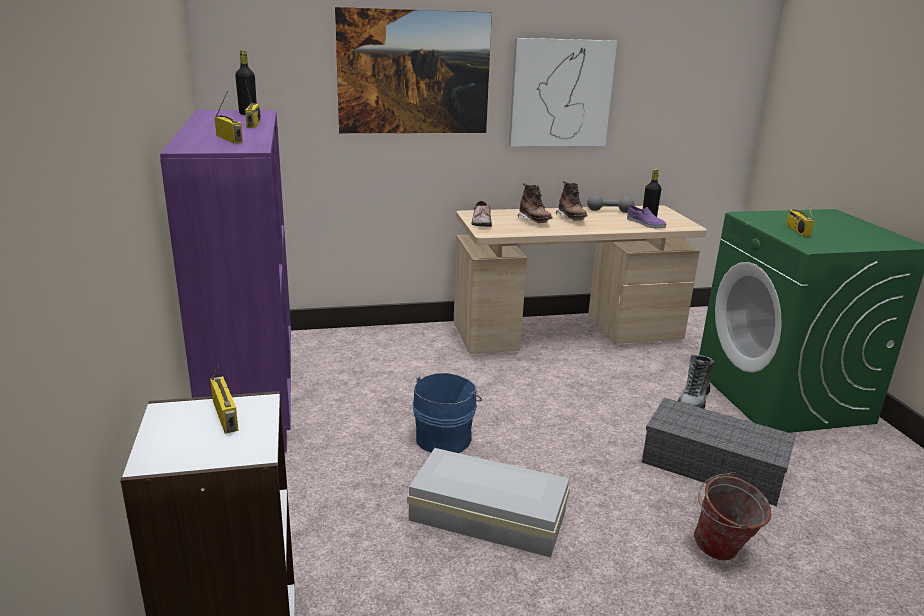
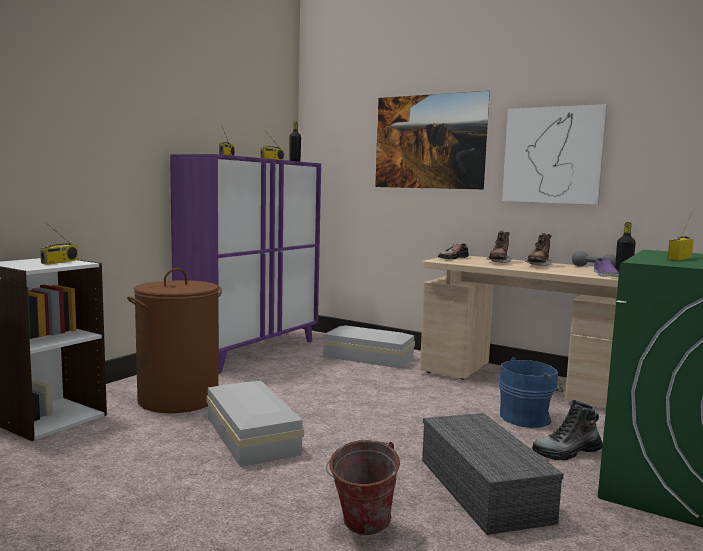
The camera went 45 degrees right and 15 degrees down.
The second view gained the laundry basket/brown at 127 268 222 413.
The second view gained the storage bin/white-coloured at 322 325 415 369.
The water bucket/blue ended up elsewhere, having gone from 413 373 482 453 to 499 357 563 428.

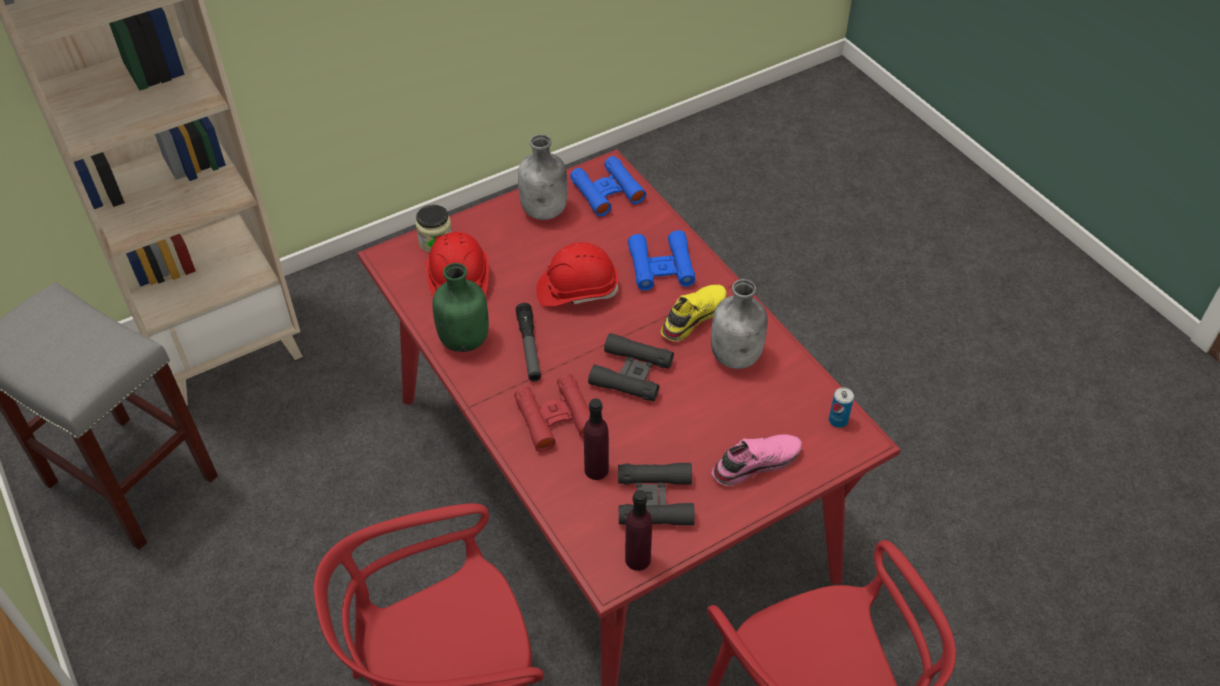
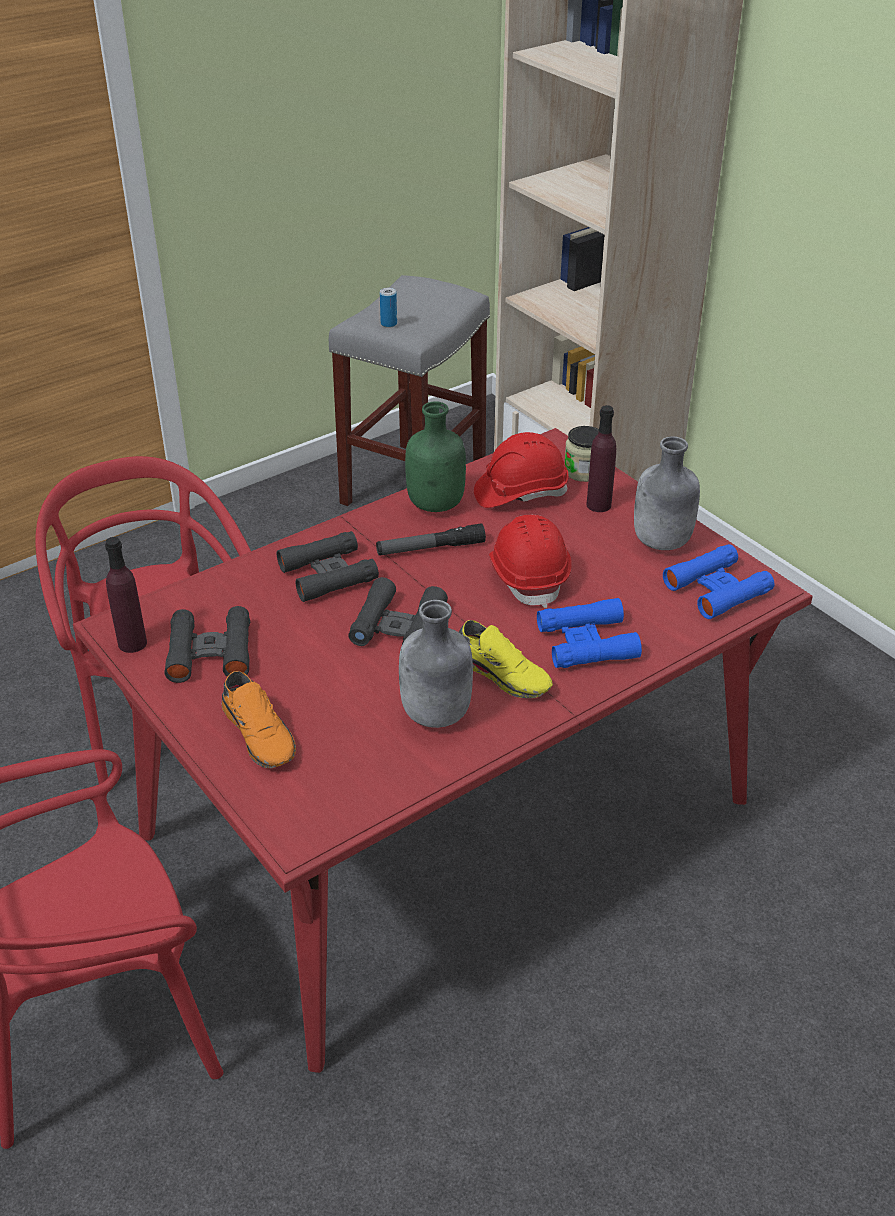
The camera went 85 degrees right and 10 degrees down.
What was the low shoe/pink-coloured at 712 434 802 486 turned into the low shoe/orange at 222 671 296 768.
What was the pair of binoculars/red at 514 374 590 452 turned into the pair of binoculars/blackish at 277 531 379 602.
The sealed can ended up elsewhere, having gone from 829 387 854 428 to 380 288 397 328.
The bottle/purple ended up elsewhere, having gone from 584 398 609 480 to 586 405 616 512.

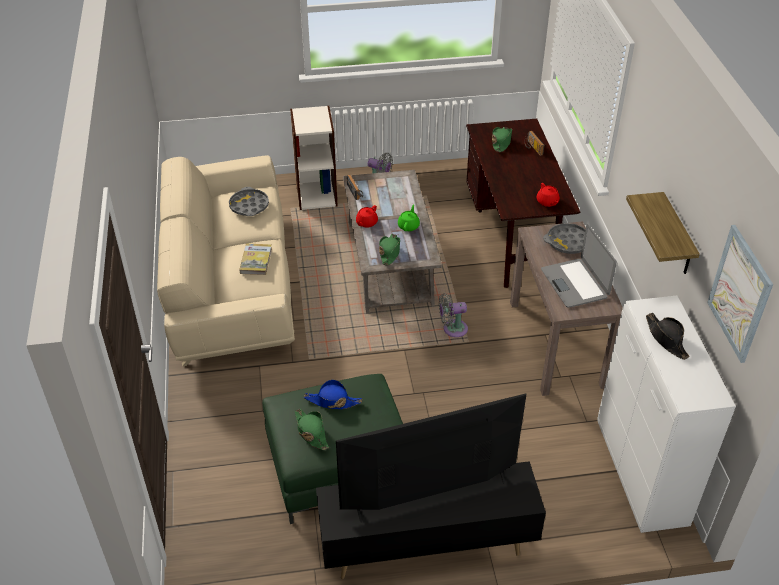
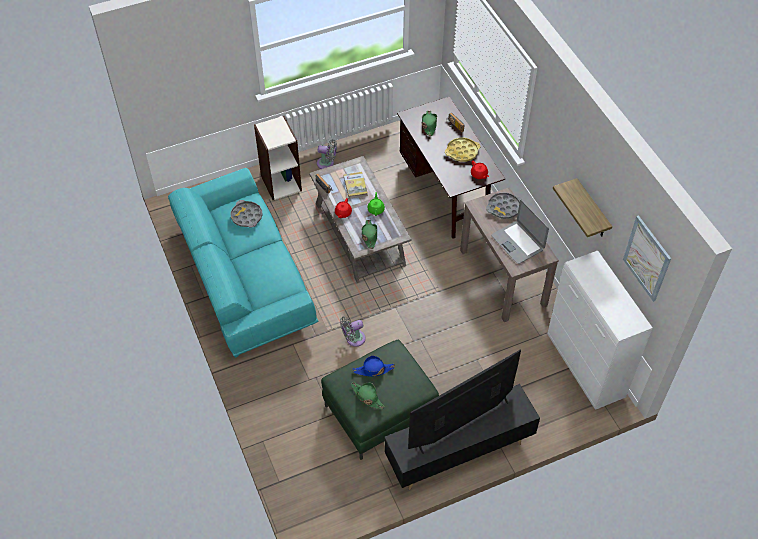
The camera went 15 degrees left and 10 degrees up.
What was the sofa/sand-coloured at 157 155 295 367 turned into the sofa/turquoise-coloured at 168 168 319 358.
The electric fan/gray ended up elsewhere, having gone from 439 293 468 337 to 340 316 366 347.
The bound book ended up elsewhere, having gone from 239 243 272 275 to 344 172 368 199.
The second view gained the carrying tray/yellow-coloured at 445 138 481 162.
The second view lost the hat/blackish at 646 313 689 360.

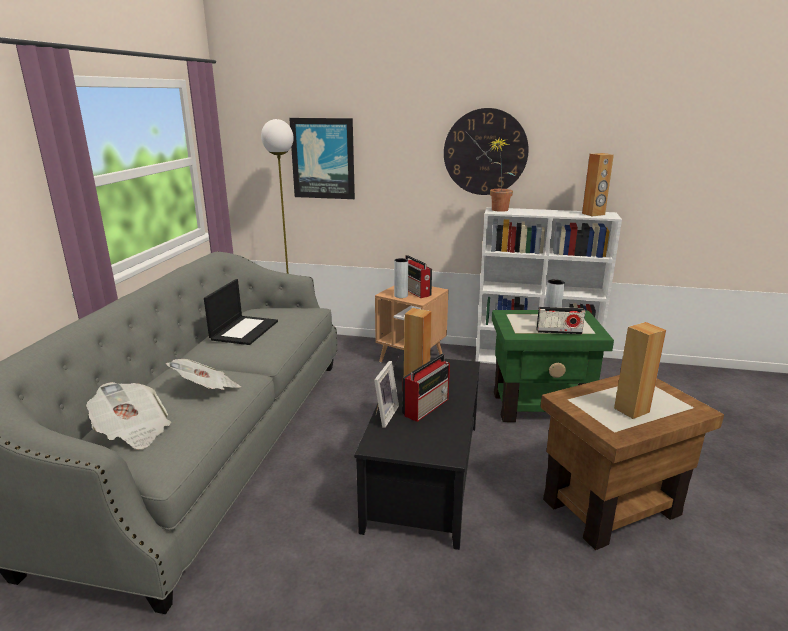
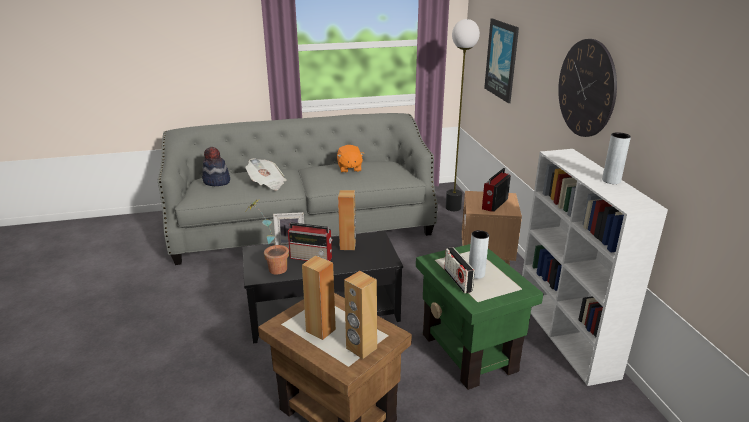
The camera went 65 degrees right and 5 degrees up.
Where the daily paper stood at 86 382 171 449, the hat came to stand at 202 147 230 186.
The potted plant ended up elsewhere, having gone from 490 137 515 212 to 246 200 289 275.
Where the portable computer stood at 204 279 278 345, the plush toy/orange came to stand at 337 145 364 173.
The audio speaker/brown ended up elsewhere, having gone from 582 153 614 216 to 344 271 377 359.
The vase/gray ended up elsewhere, having gone from 394 258 408 298 to 602 132 631 184.

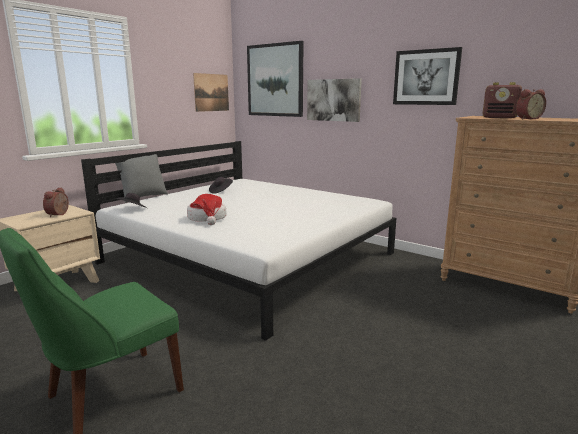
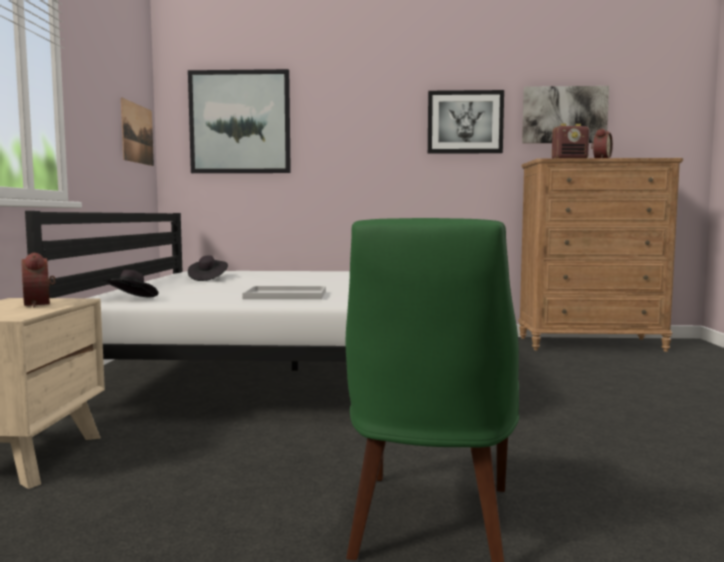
The camera went 35 degrees left and 10 degrees down.
Where the hat stood at 187 194 227 225, the carrying tray/white-coloured came to stand at 242 286 326 299.
The wall art ended up elsewhere, having gone from 307 78 362 122 to 522 86 609 143.
The second view lost the throw pillow/gray at 115 154 168 203.

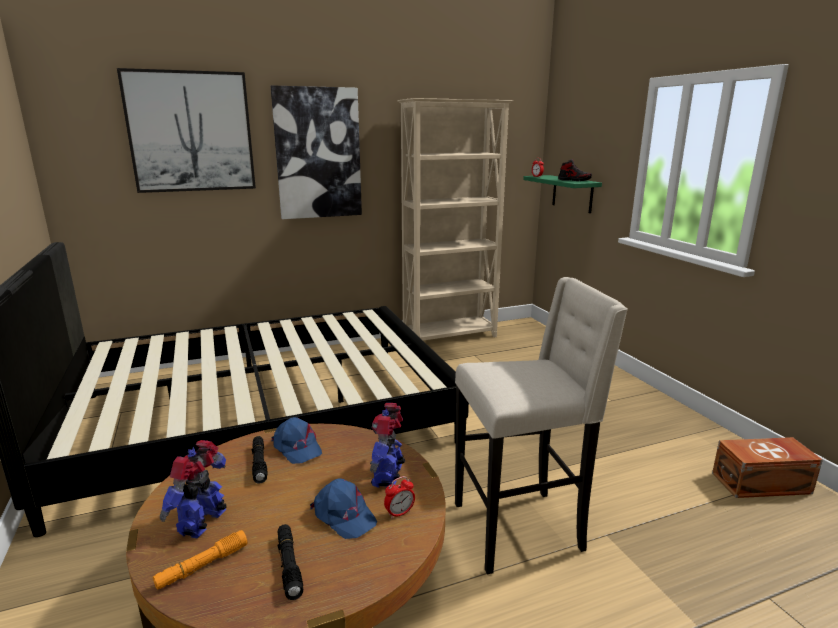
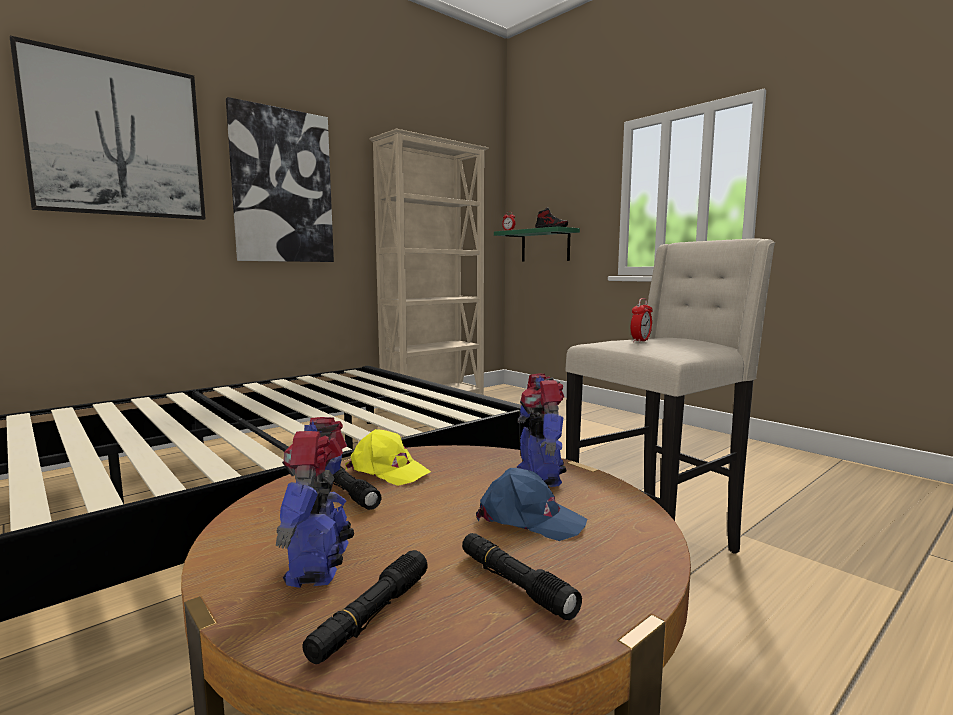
The camera went 20 degrees left and 10 degrees down.
What was the torch/orange at 153 530 248 590 turned into the torch/blackish at 302 550 428 664.
What was the cap/blue at 271 417 322 464 turned into the cap/yellow-coloured at 345 429 431 486.
The table clock ended up elsewhere, having gone from 384 476 415 519 to 631 298 653 343.
The second view lost the storage bin/brown at 712 437 823 498.

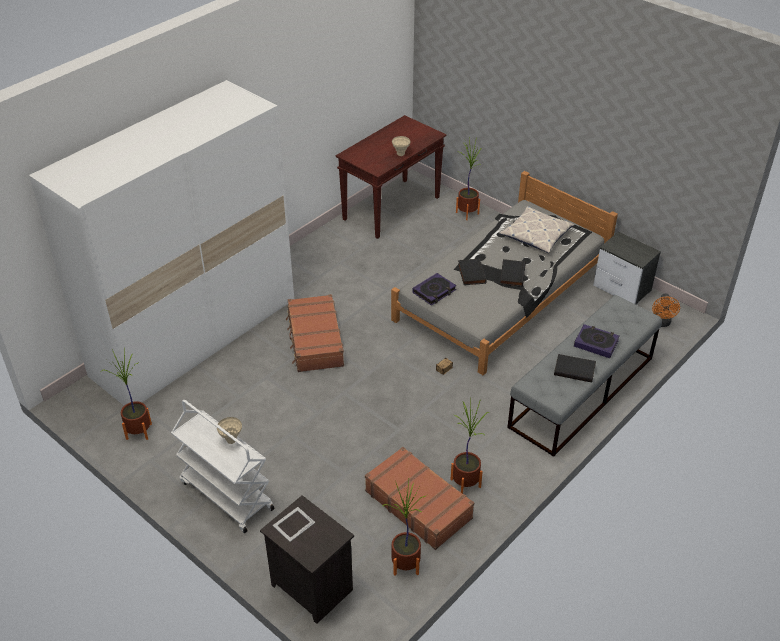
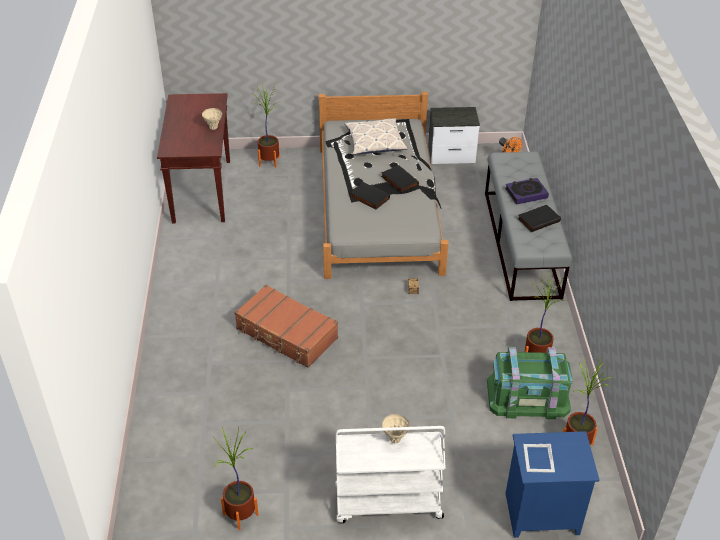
The camera went 45 degrees left and 0 degrees up.
Where the travel case/brown stood at 365 447 474 550, the storage bin/green came to stand at 487 347 573 419.
What was the nightstand/blackish at 260 495 354 624 turned into the nightstand/blue at 506 431 600 538.
The second view lost the clothes cupboard/white-coloured at 29 80 294 406.
The second view lost the bound book at 413 273 456 306.

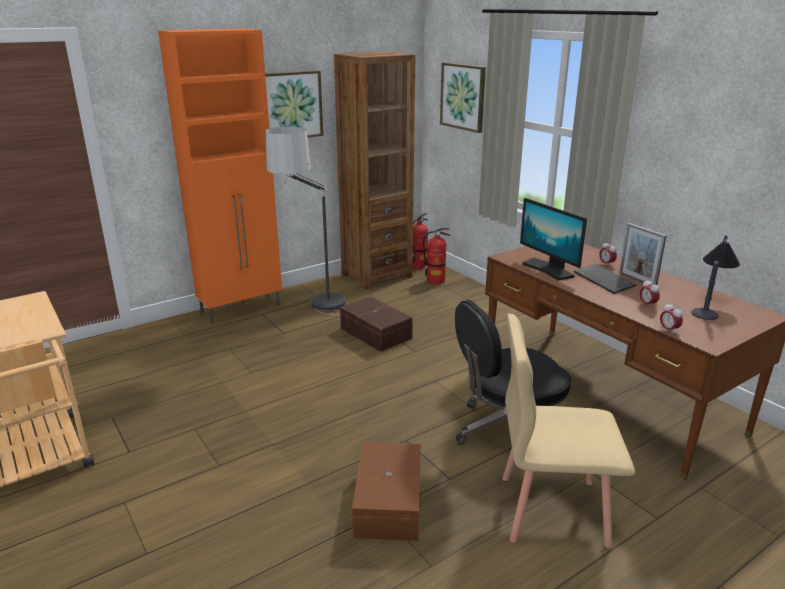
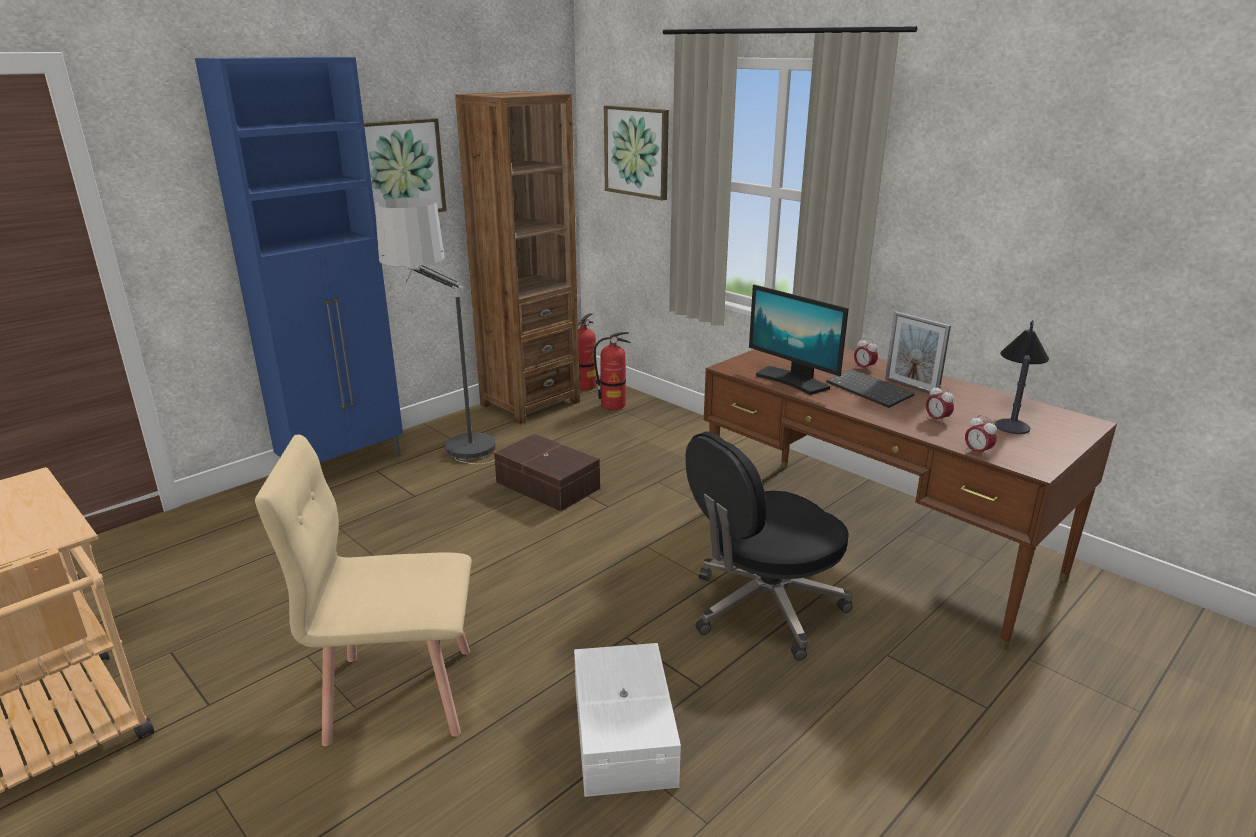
The camera went 10 degrees left and 0 degrees up.
What was the cabinet/orange at 158 29 282 323 turned into the cabinet/blue at 195 57 403 462.
The plain chair/sand-coloured ended up elsewhere, having gone from 502 314 635 548 to 255 435 472 746.
What was the storage bin/brown at 352 442 421 541 turned into the storage bin/white-coloured at 574 643 681 797.

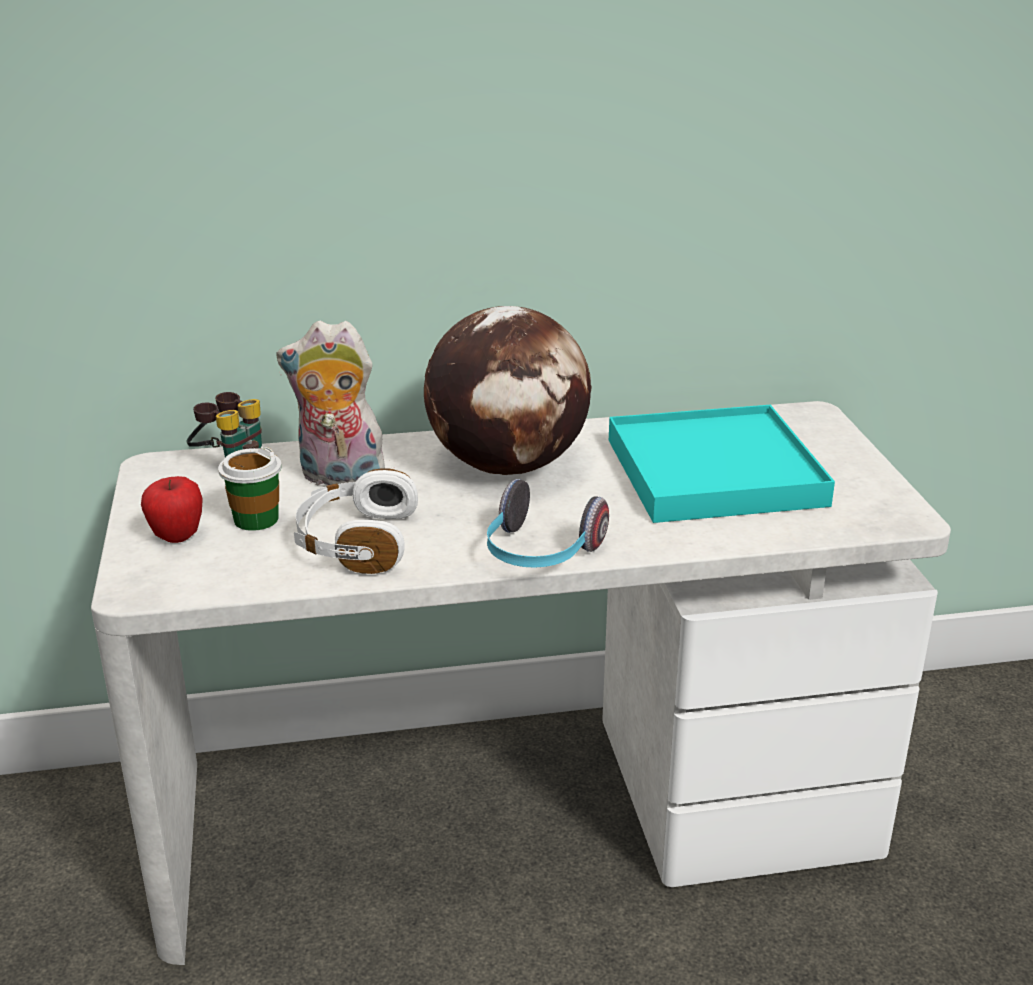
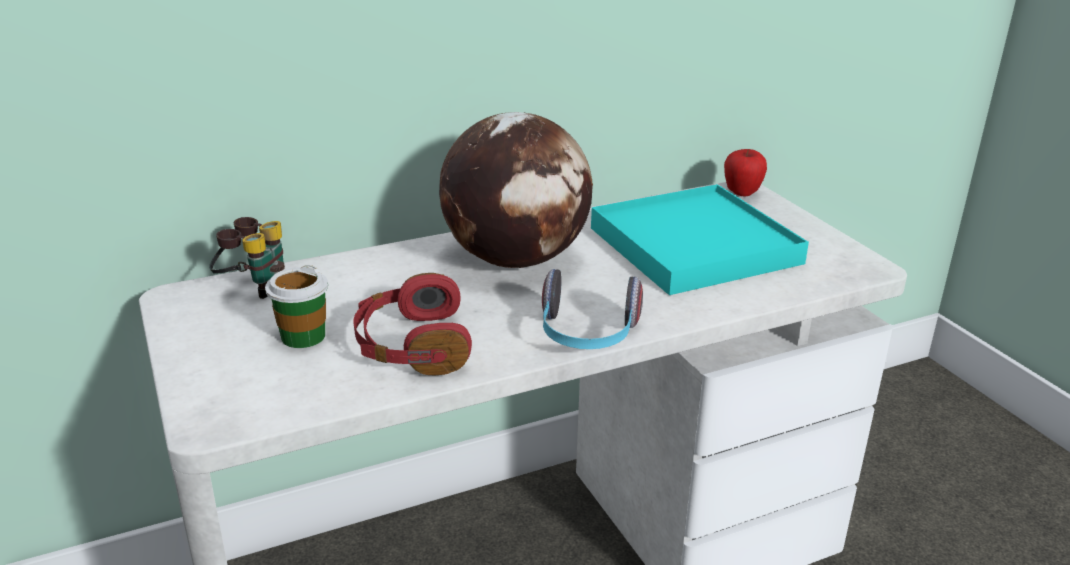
The camera went 15 degrees left and 0 degrees up.
What was the headset/white-coloured at 294 469 418 574 turned into the headset/red at 353 273 472 375.
The apple fruit ended up elsewhere, having gone from 141 476 203 543 to 724 149 767 197.
The second view lost the plush toy at 277 321 393 485.

